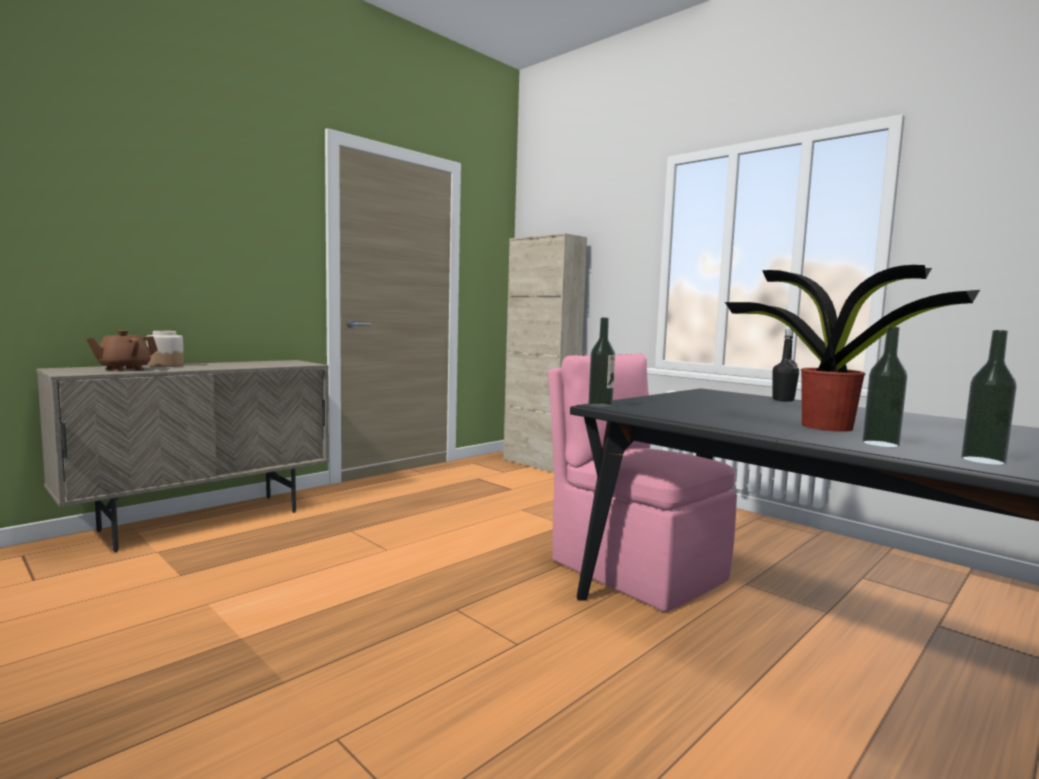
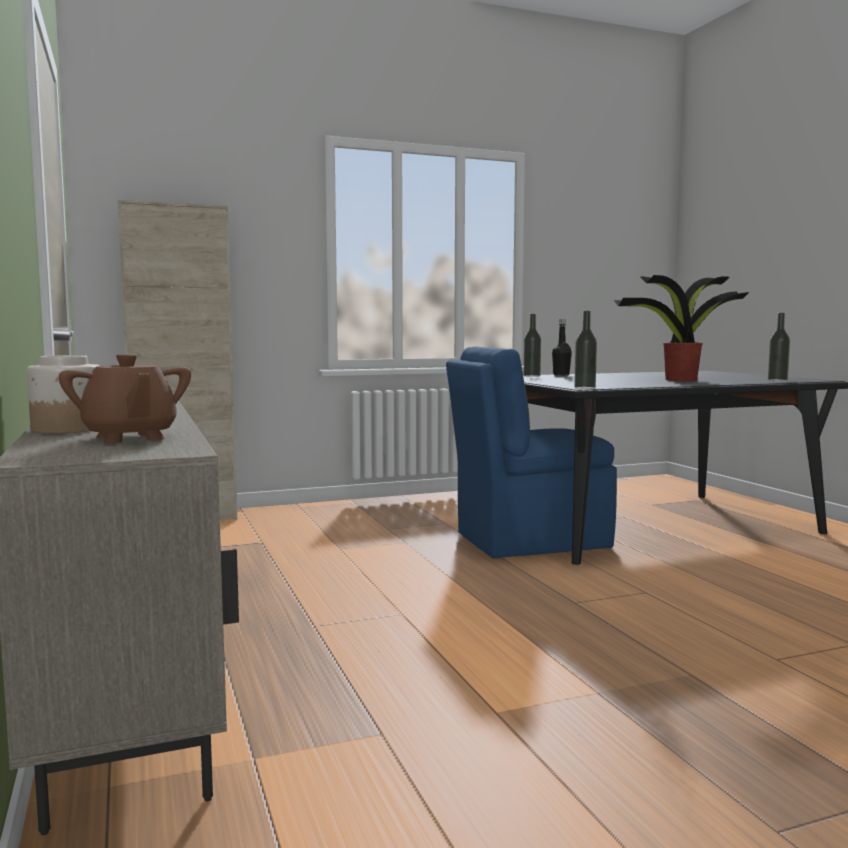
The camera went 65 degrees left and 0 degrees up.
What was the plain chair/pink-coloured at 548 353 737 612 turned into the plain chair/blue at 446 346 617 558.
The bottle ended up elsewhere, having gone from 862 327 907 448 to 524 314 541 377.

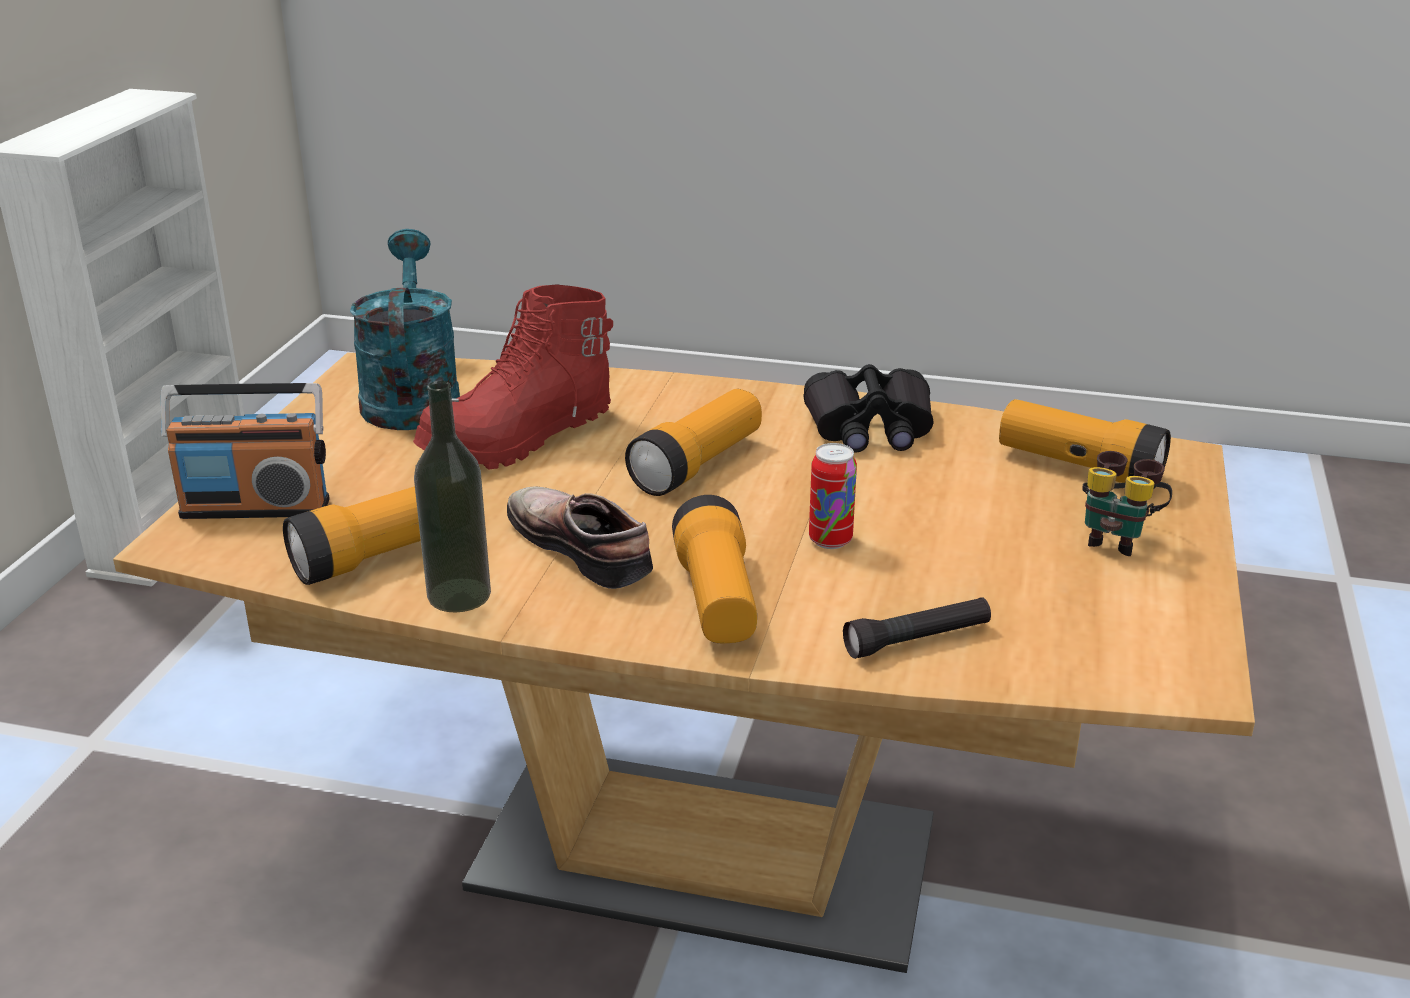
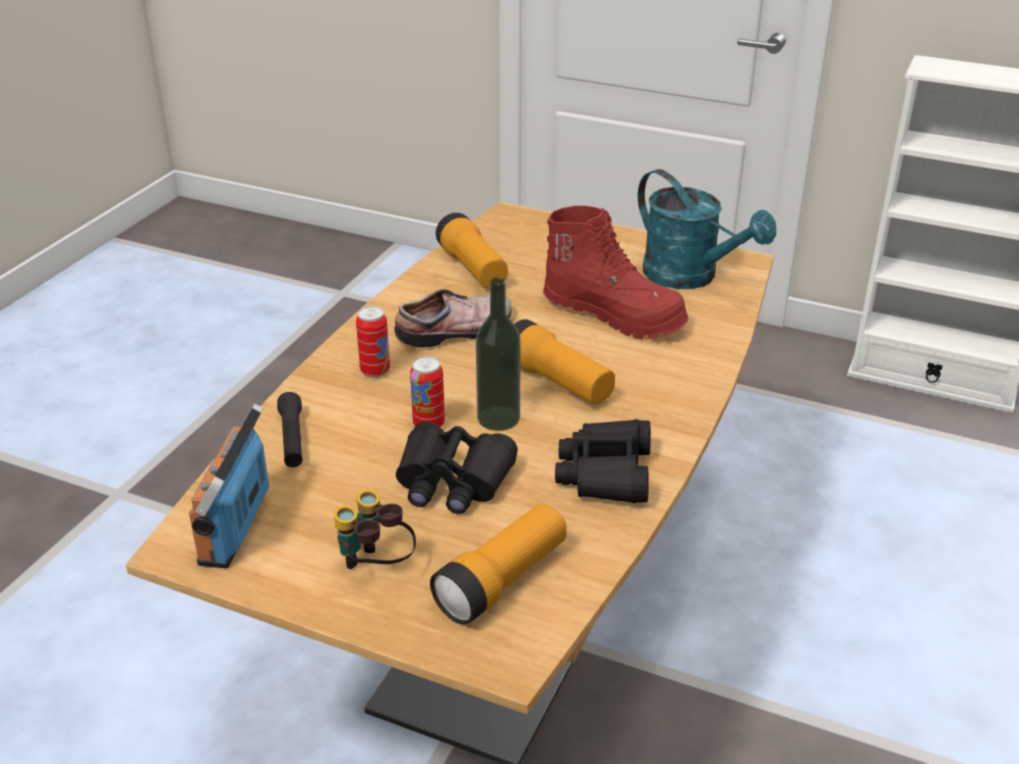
The camera went 100 degrees right and 5 degrees up.
The radio receiver ended up elsewhere, having gone from 161 383 330 519 to 189 404 269 568.
Where the torch stood at 672 495 757 643, the sealed can came to stand at 356 306 390 378.
The second view gained the pair of binoculars/blackish at 396 422 518 514.
The bottle ended up elsewhere, having gone from 414 381 491 612 to 476 277 521 431.
The boot/red at 413 284 613 470 ended up facing another way, 150 degrees clockwise from before.
The watering pot/turquoise-coloured at 350 229 460 430 ended up facing another way, 45 degrees clockwise from before.

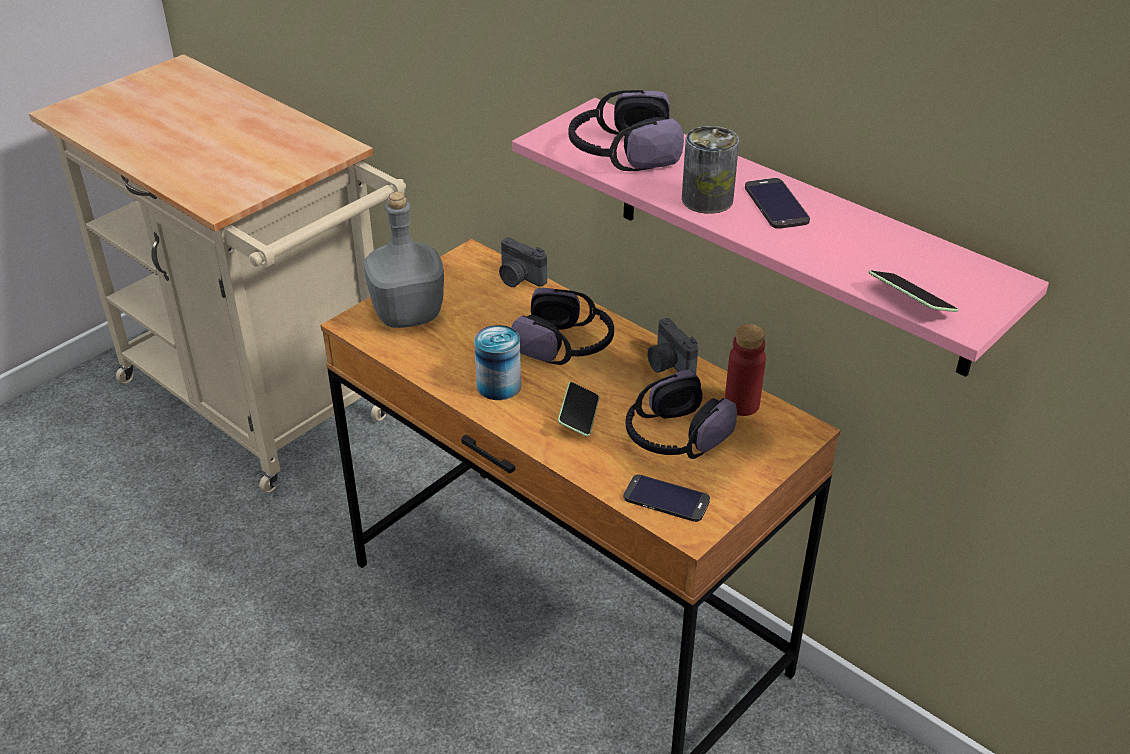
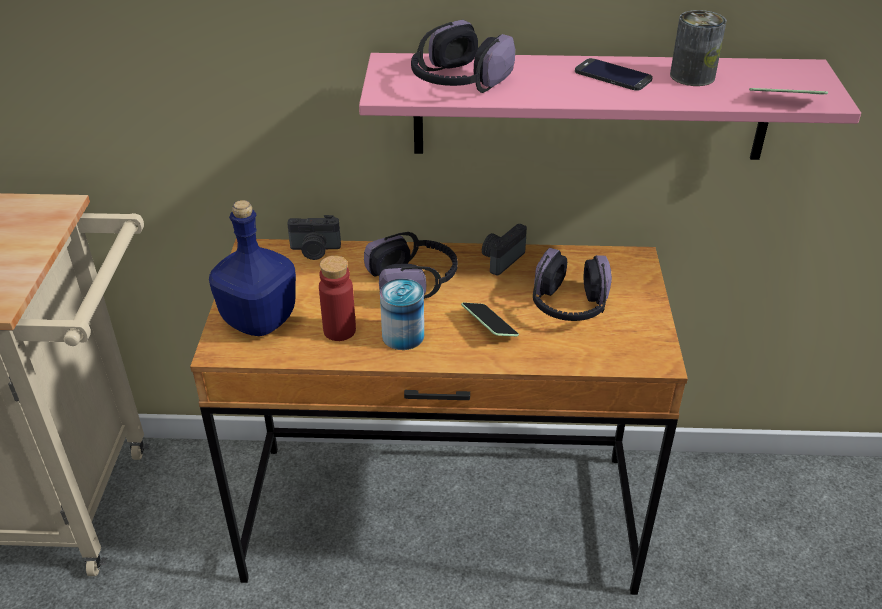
The camera went 40 degrees left and 0 degrees up.
What was the bottle/gray at 364 192 444 328 turned into the bottle/blue at 209 200 296 336.
The bottle/red ended up elsewhere, having gone from 725 324 766 416 to 319 256 356 341.
The photo camera at 647 318 698 373 ended up facing another way, 105 degrees clockwise from before.
The sealed can ended up elsewhere, having gone from 682 126 739 214 to 670 10 727 86.
The second view lost the telephone at 623 475 710 522.

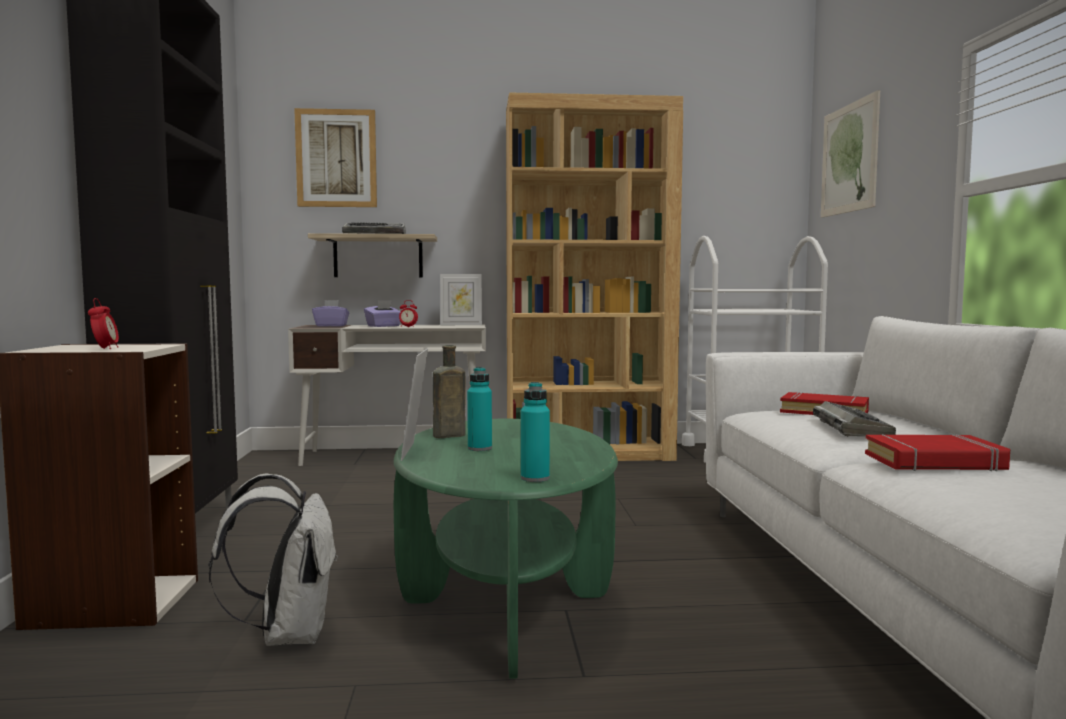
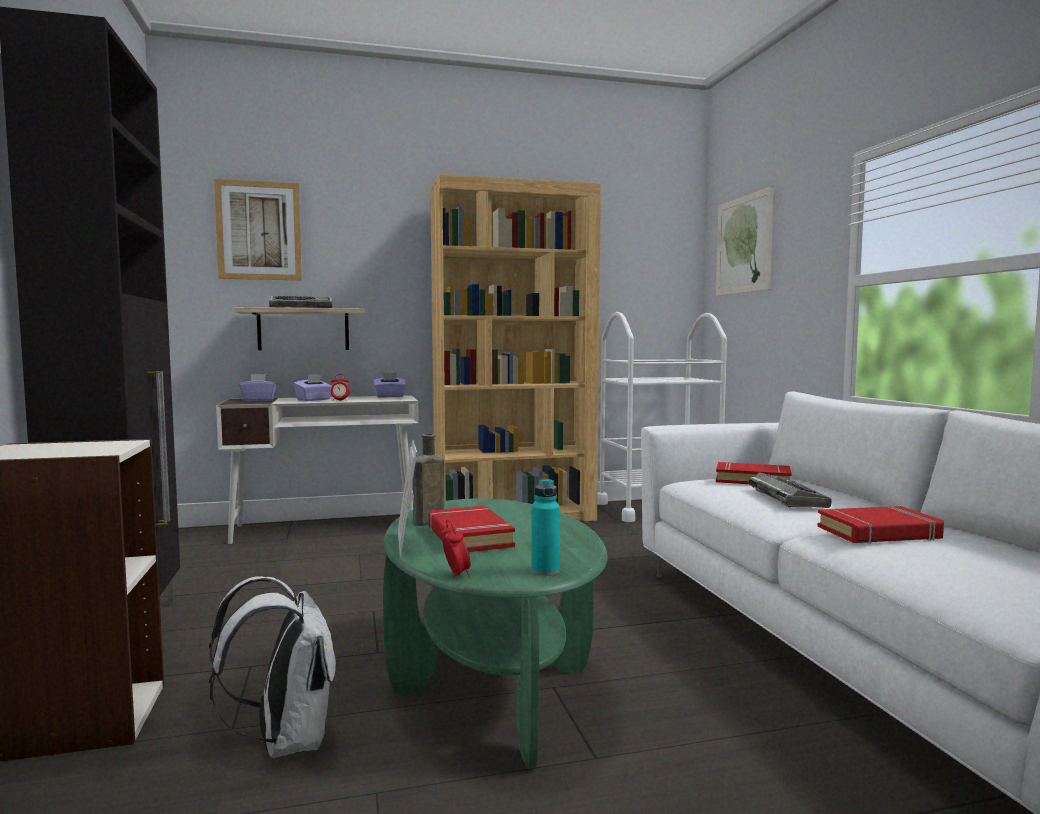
The camera went 10 degrees left and 0 degrees up.
Where the standing frame stood at 440 274 482 325, the tissue box/purple came to stand at 373 372 406 398.
Where the bottle/turquoise-coloured stood at 467 367 492 451, the bound book/red came to stand at 429 506 515 552.
The table clock ended up elsewhere, having gone from 88 298 119 349 to 441 520 471 578.

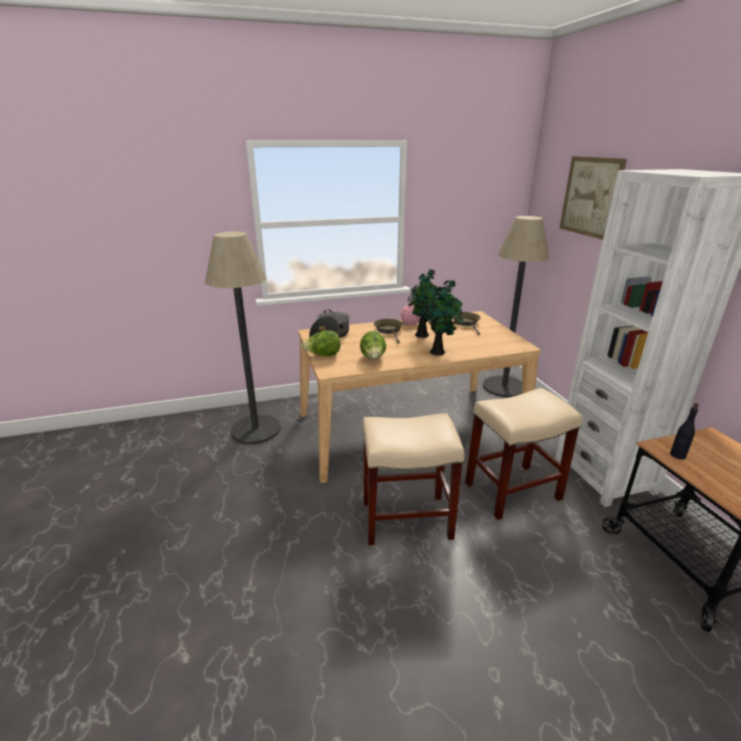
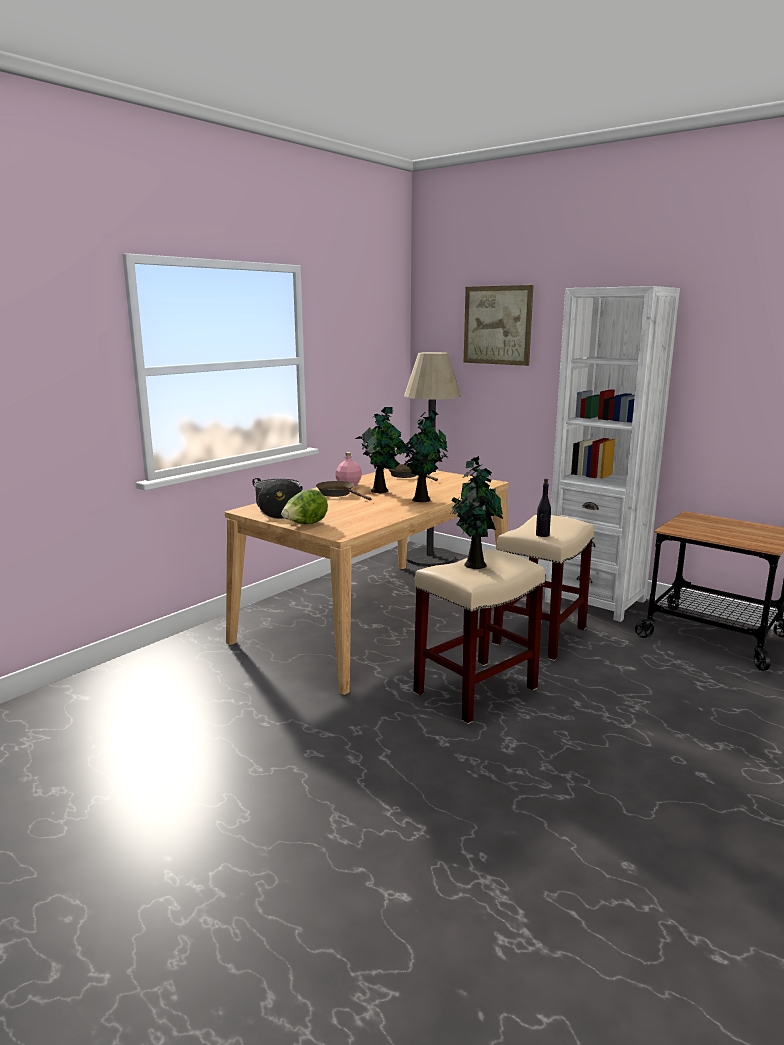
The camera went 35 degrees left and 10 degrees down.
The second view gained the potted plant at 451 456 503 569.
The bottle/blackish ended up elsewhere, having gone from 670 403 699 460 to 536 479 551 537.
The second view lost the floor lamp at 205 232 281 444.
The second view lost the lettuce at 360 331 386 359.

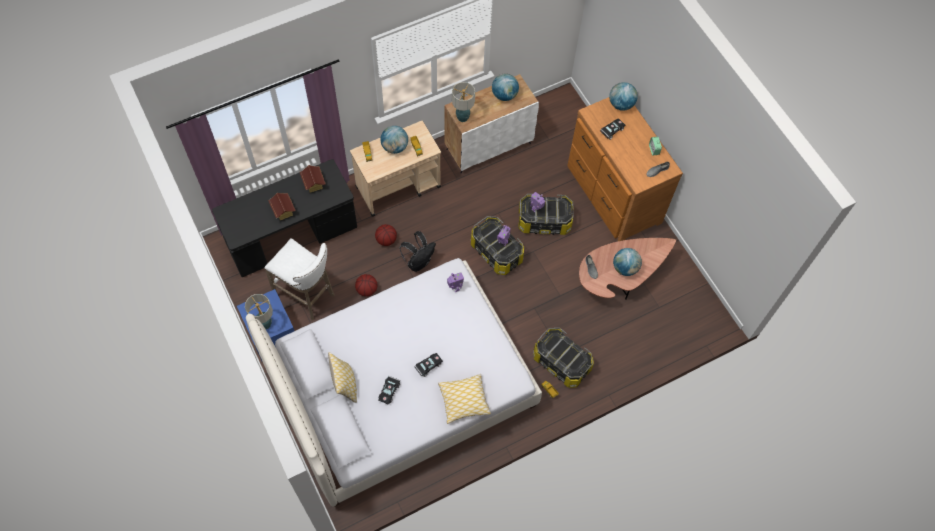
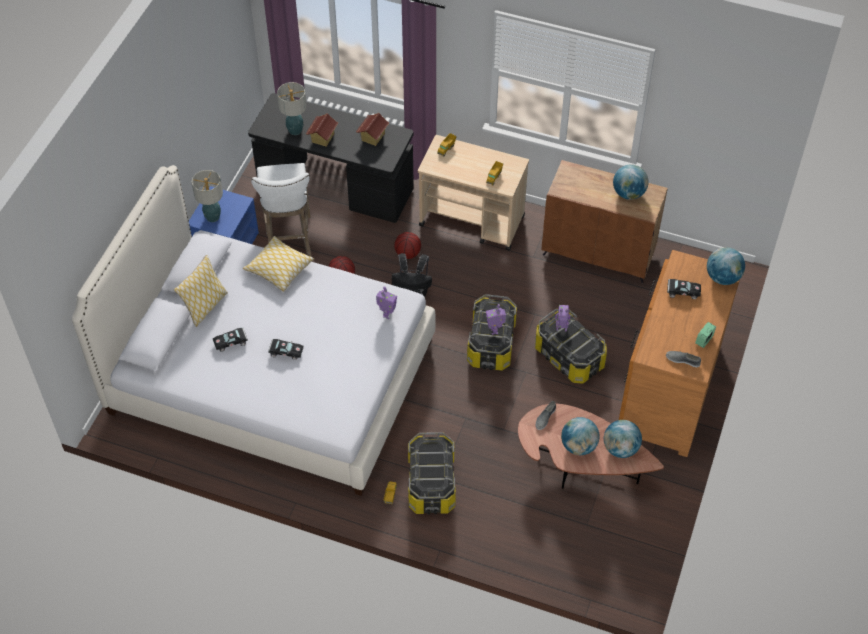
The camera went 50 degrees right and 10 degrees down.
The throw pillow ended up elsewhere, having gone from 438 374 491 424 to 243 236 314 292.
The table lamp ended up elsewhere, having gone from 452 82 475 122 to 277 82 307 135.
What was the cabinet/white-coloured at 444 74 539 173 turned into the cabinet/brown at 542 160 668 283.
The desk globe ended up elsewhere, having gone from 381 126 408 154 to 604 420 642 458.

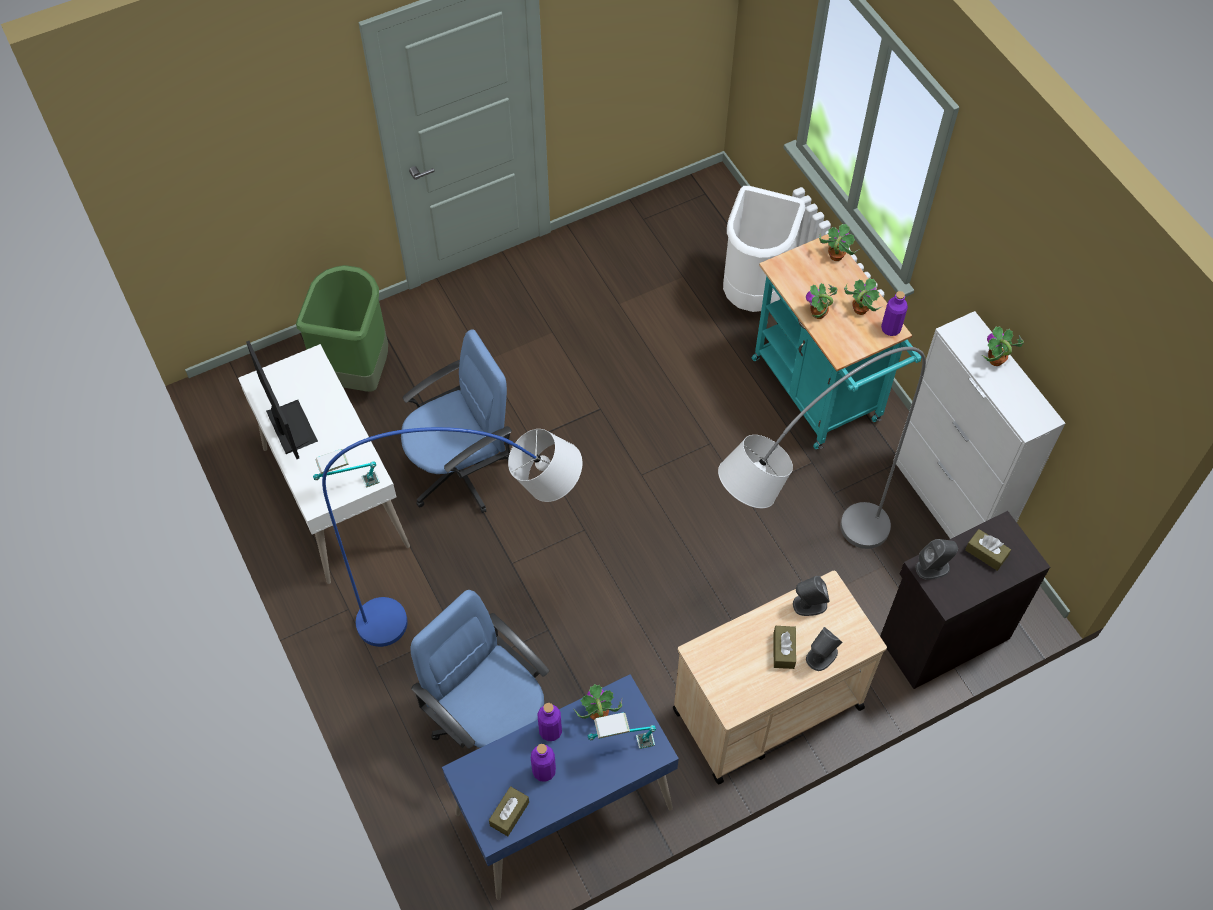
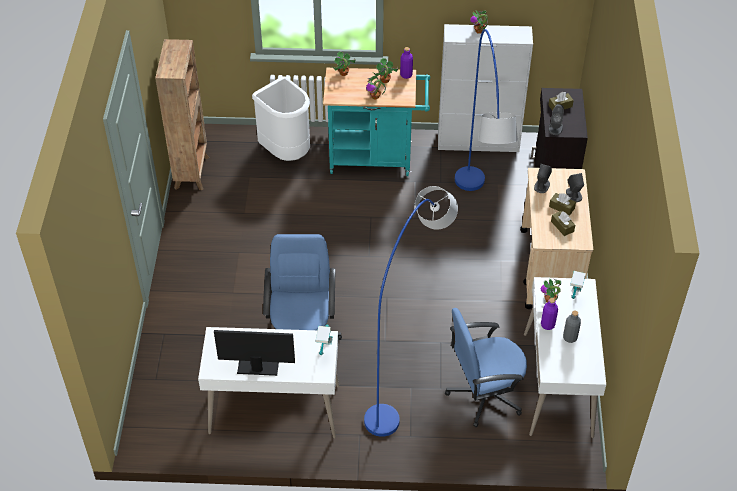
The camera went 60 degrees left and 10 degrees down.
The second view gained the shelving unit/brown at 155 39 209 191.
What was the floor lamp/gray at 718 347 926 549 turned into the floor lamp/blue at 455 29 518 191.
What was the desk unit/blue at 442 674 679 900 turned into the desk unit/white-coloured at 524 277 606 438.
The tissue box/brown ended up elsewhere, having gone from 489 786 529 836 to 551 211 575 236.
What was the bottle/purple at 531 744 556 782 turned into the bottle/gray at 563 310 581 343.
The second view lost the rubbish bin/green at 296 265 388 392.

